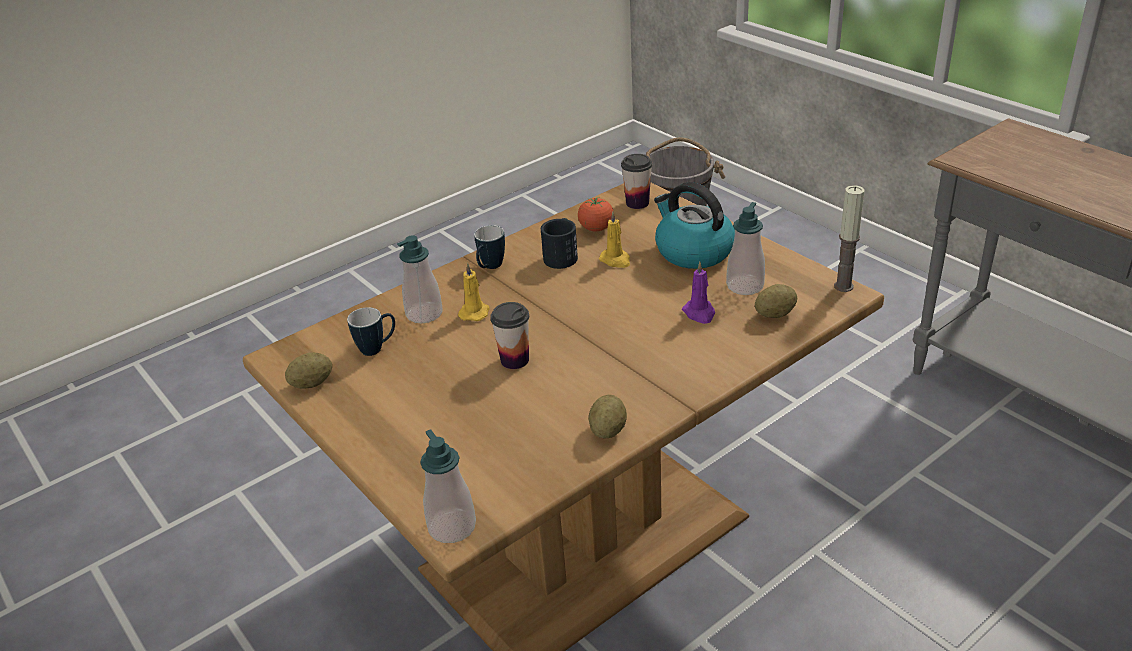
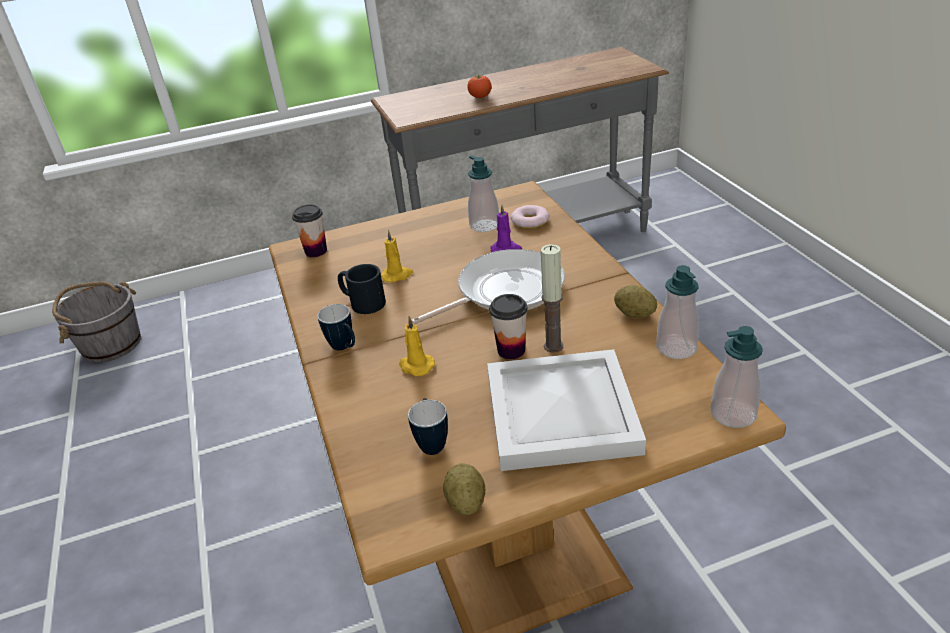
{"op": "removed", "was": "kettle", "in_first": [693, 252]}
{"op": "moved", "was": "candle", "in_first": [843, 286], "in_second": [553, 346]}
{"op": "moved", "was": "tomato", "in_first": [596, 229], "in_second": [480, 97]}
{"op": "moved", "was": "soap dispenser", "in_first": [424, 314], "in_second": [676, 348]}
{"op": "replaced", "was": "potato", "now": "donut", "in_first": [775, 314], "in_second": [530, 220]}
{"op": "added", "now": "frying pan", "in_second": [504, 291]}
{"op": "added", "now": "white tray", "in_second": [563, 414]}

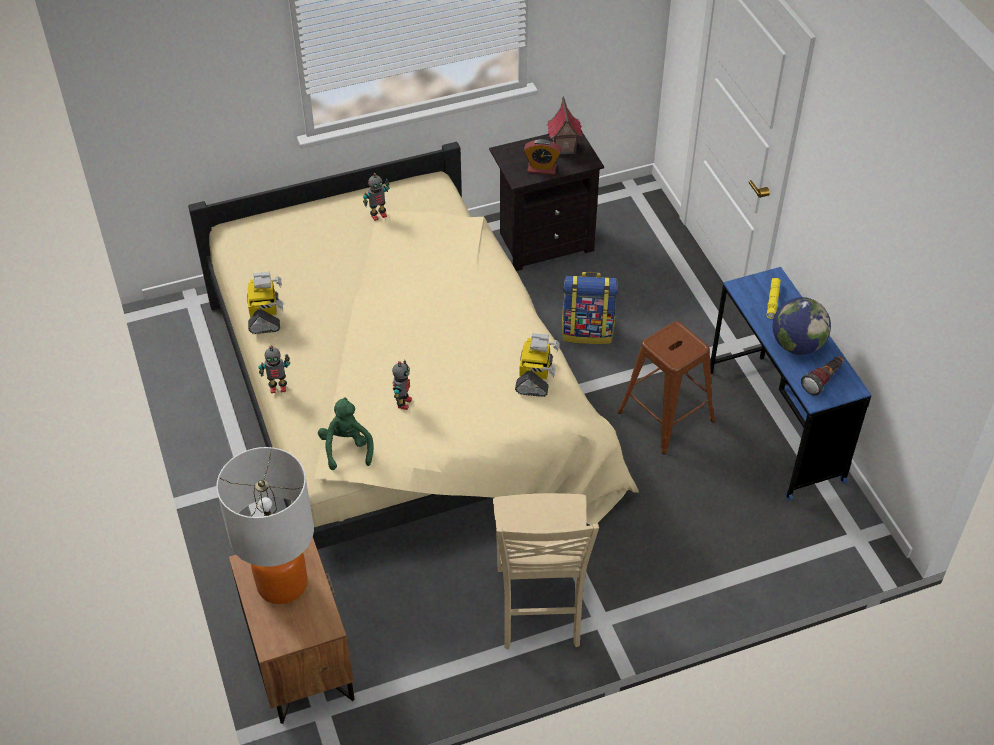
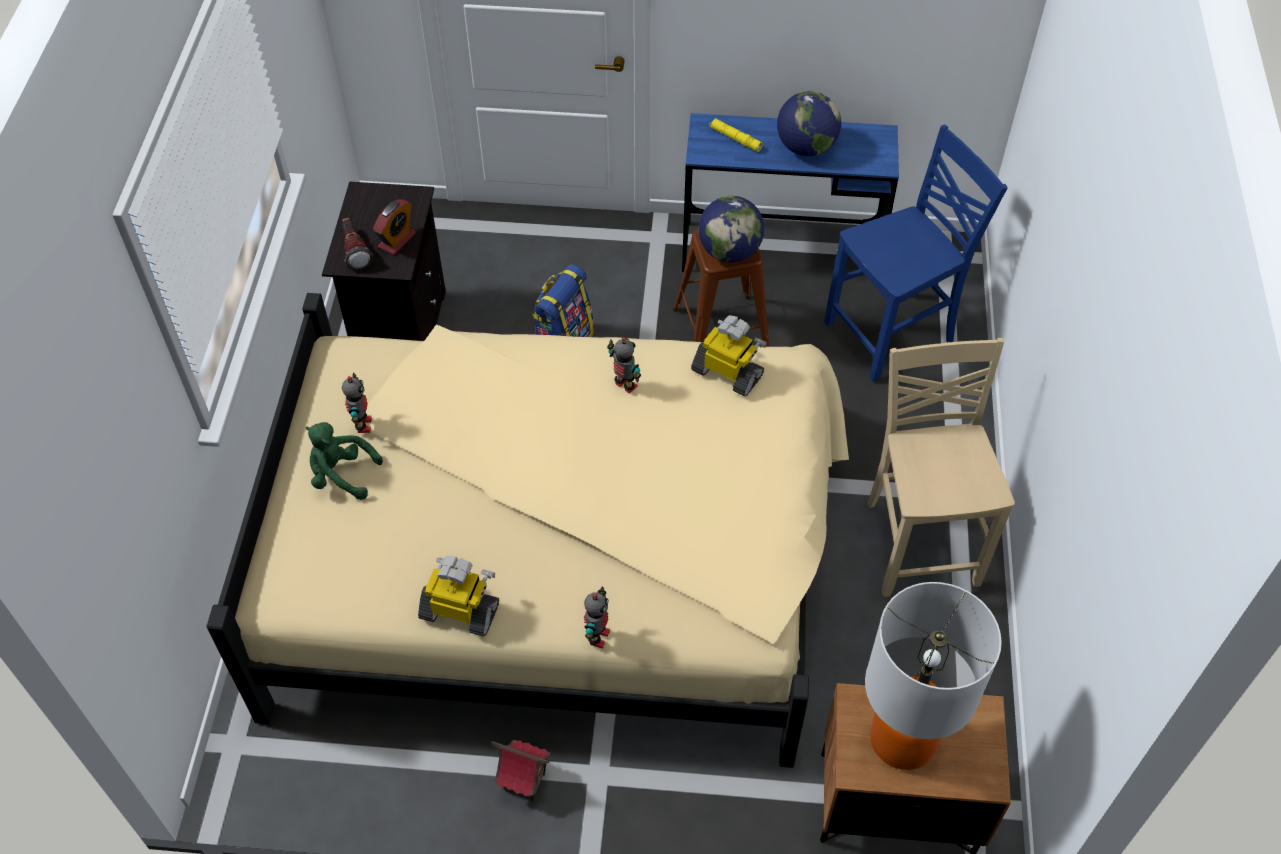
{"op": "moved", "was": "toy house", "in_first": [563, 148], "in_second": [524, 783]}
{"op": "moved", "was": "flashlight", "in_first": [823, 380], "in_second": [355, 250]}
{"op": "moved", "was": "toy robot", "in_first": [403, 403], "in_second": [625, 386]}
{"op": "moved", "was": "green plush toy", "in_first": [347, 448], "in_second": [341, 475]}
{"op": "turned", "was": "beige chair", "in_first": [539, 608], "in_second": [920, 541], "clockwise": -120}
{"op": "added", "now": "blue chair", "in_second": [892, 334]}
{"op": "added", "now": "globe", "in_second": [729, 251]}

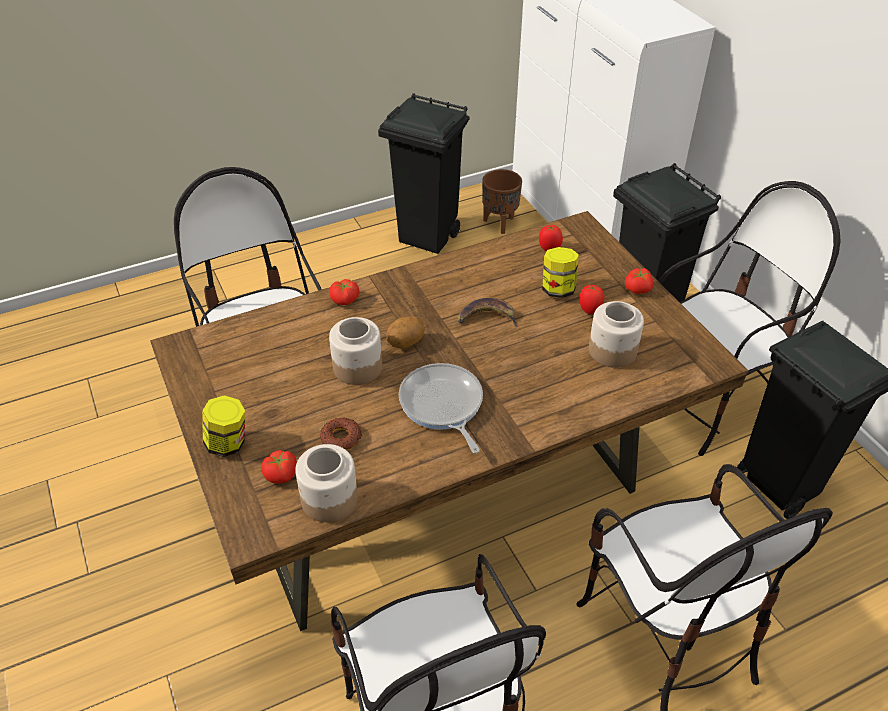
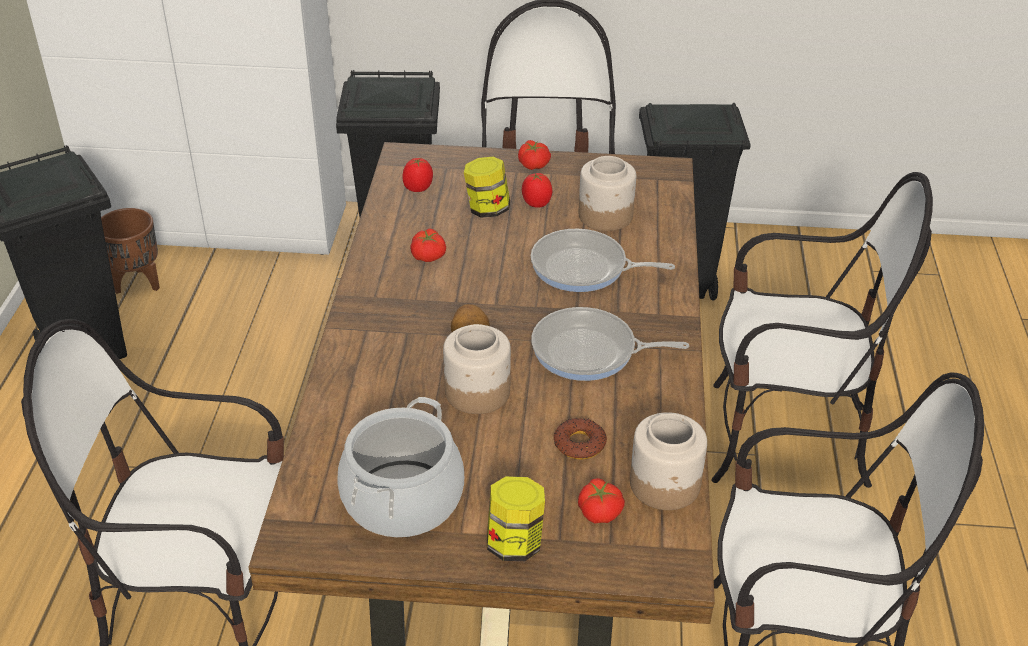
{"op": "moved", "was": "tomato", "in_first": [345, 300], "in_second": [429, 256]}
{"op": "removed", "was": "banana", "in_first": [487, 317]}
{"op": "added", "now": "frying pan", "in_second": [584, 268]}
{"op": "added", "now": "cooking pot", "in_second": [402, 499]}

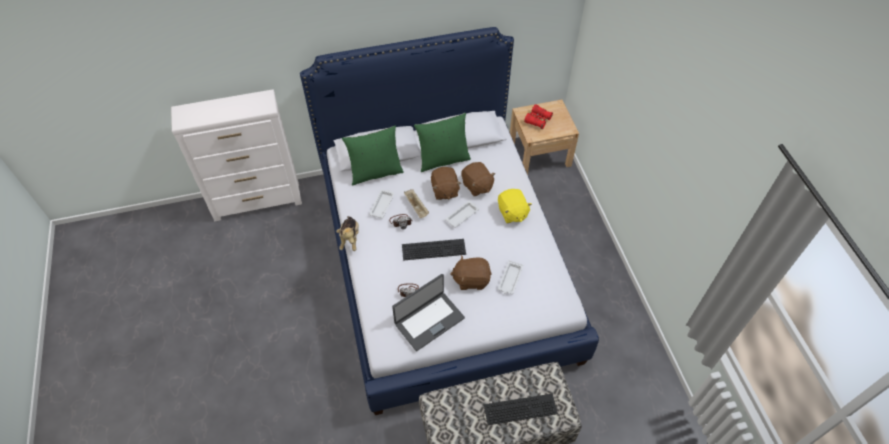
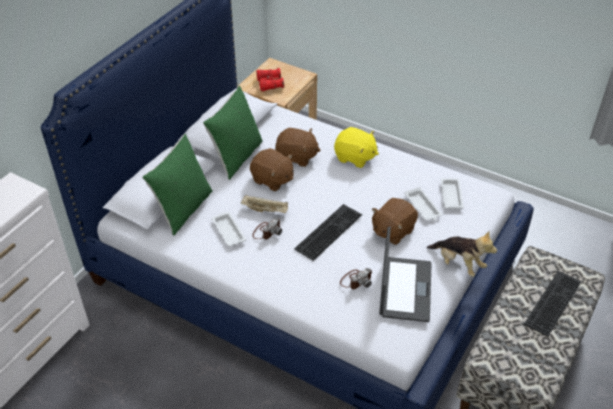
{"op": "moved", "was": "white tray", "in_first": [462, 215], "in_second": [451, 195]}
{"op": "moved", "was": "plush toy", "in_first": [350, 238], "in_second": [458, 264]}

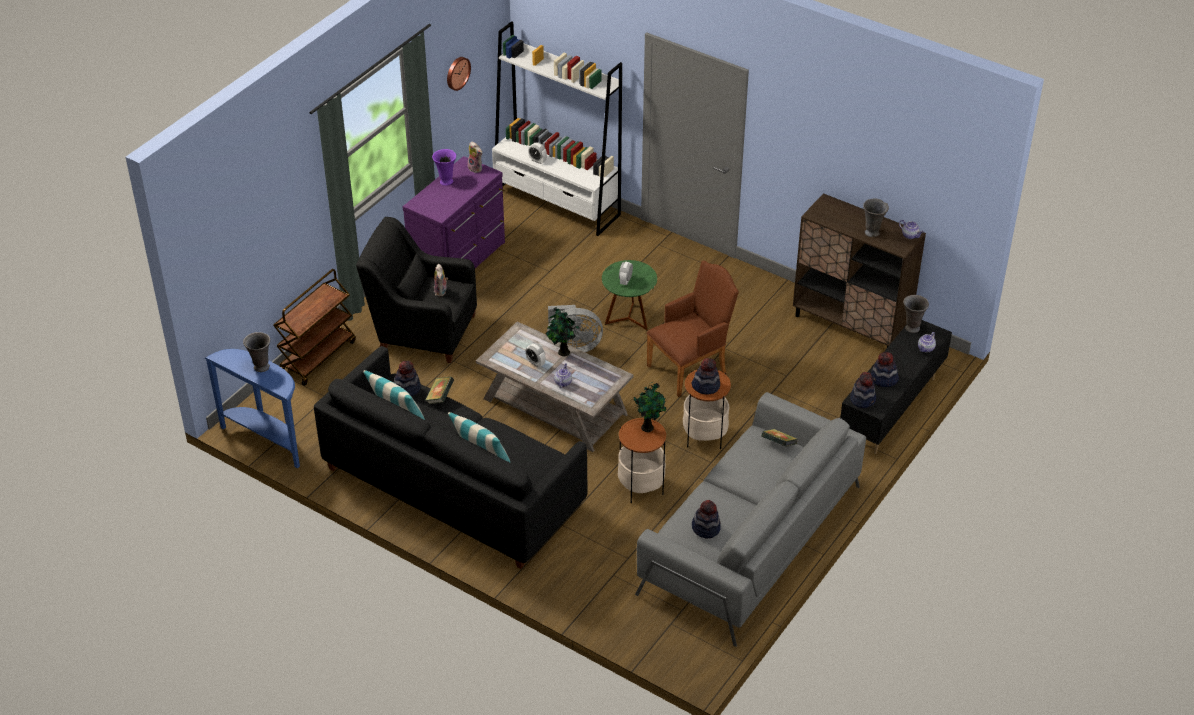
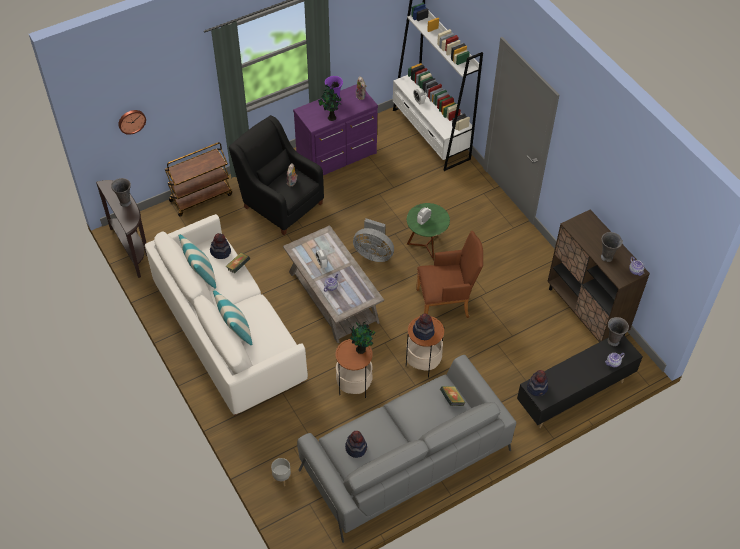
{"op": "moved", "was": "wall clock", "in_first": [457, 73], "in_second": [131, 121]}
{"op": "moved", "was": "potted plant", "in_first": [562, 352], "in_second": [331, 117]}
{"op": "recoloured", "was": "black sofa", "now": "white sofa", "in_first": [453, 487], "in_second": [228, 333]}
{"op": "recoloured", "was": "blue console table", "now": "brown console table", "in_first": [267, 440], "in_second": [133, 248]}
{"op": "removed", "was": "hat", "in_first": [883, 379]}
{"op": "added", "now": "grey planter", "in_second": [281, 478]}

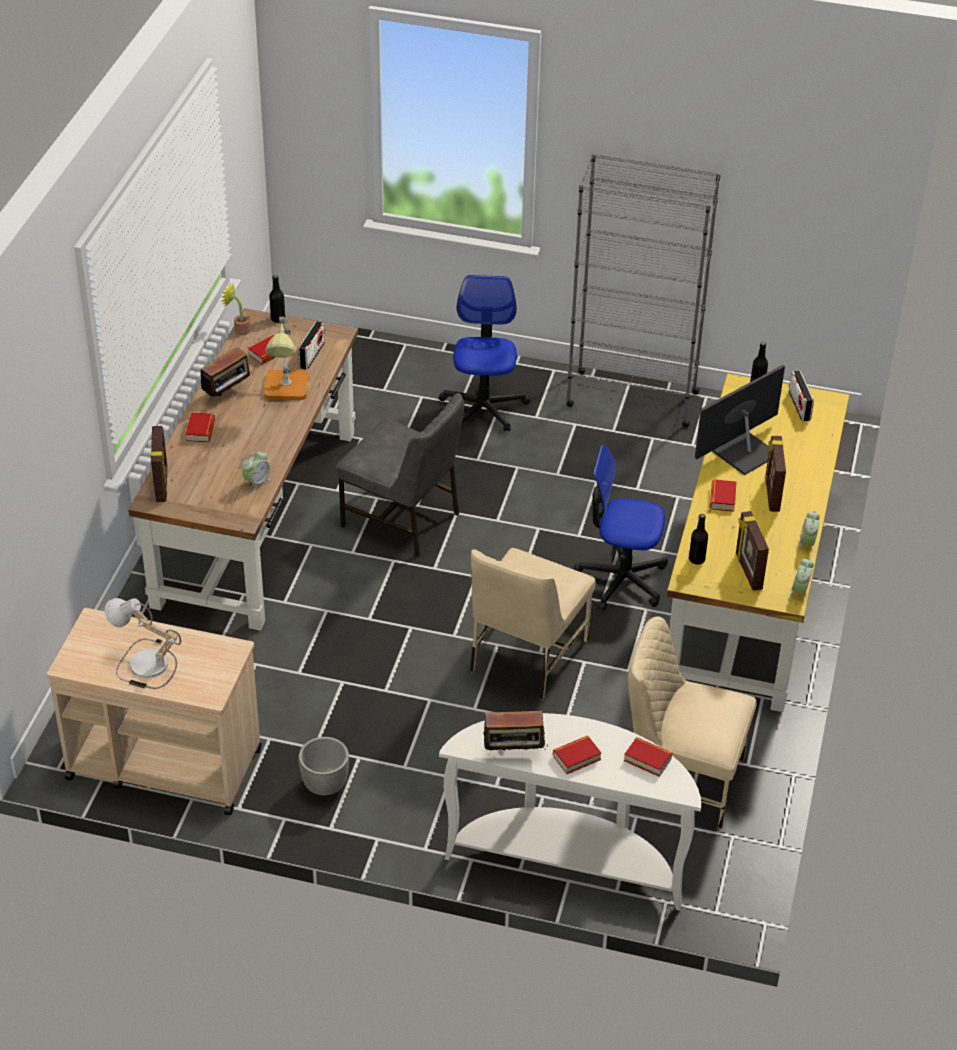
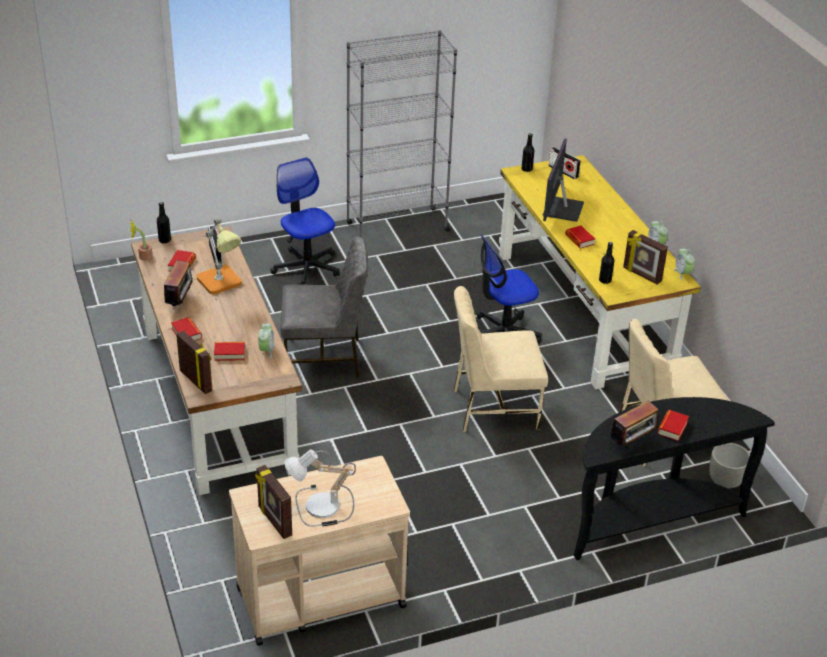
{"op": "moved", "was": "picture frame", "in_first": [771, 494], "in_second": [274, 521]}
{"op": "turned", "was": "beige chair", "in_first": [526, 656], "in_second": [493, 408], "clockwise": 90}
{"op": "recoloured", "was": "white console table", "now": "black console table", "in_first": [568, 859], "in_second": [650, 520]}
{"op": "moved", "was": "grey planter", "in_first": [325, 785], "in_second": [725, 481]}
{"op": "moved", "was": "book", "in_first": [647, 759], "in_second": [229, 353]}

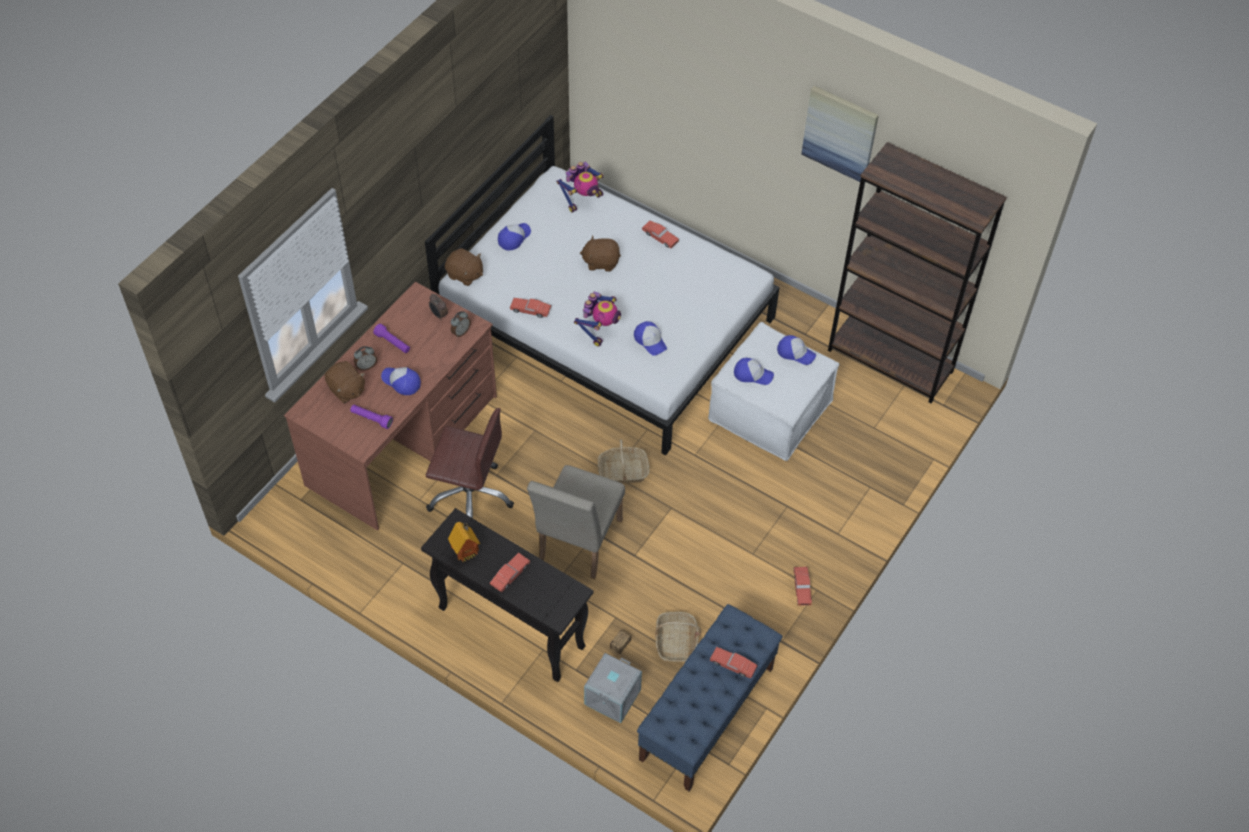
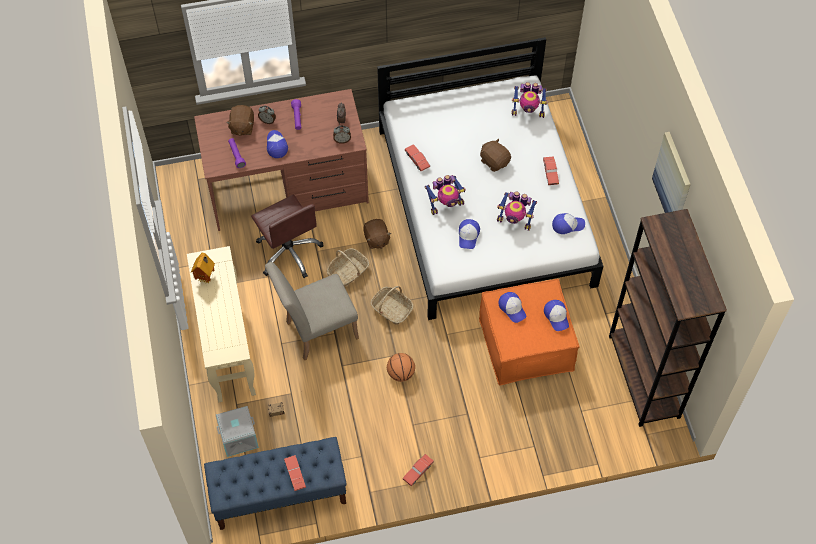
{"op": "moved", "was": "cap", "in_first": [514, 238], "in_second": [567, 225]}
{"op": "moved", "was": "brown plush toy", "in_first": [465, 275], "in_second": [376, 239]}
{"op": "recoloured", "was": "white ottoman", "now": "orange ottoman", "in_first": [770, 409], "in_second": [526, 344]}
{"op": "recoloured", "was": "black console table", "now": "beige console table", "in_first": [510, 627], "in_second": [228, 348]}
{"op": "removed", "was": "red toy car", "in_first": [510, 575]}
{"op": "moved", "was": "basket", "in_first": [676, 642], "in_second": [348, 271]}
{"op": "added", "now": "toy robot", "in_second": [515, 220]}
{"op": "added", "now": "basketball", "in_second": [401, 373]}

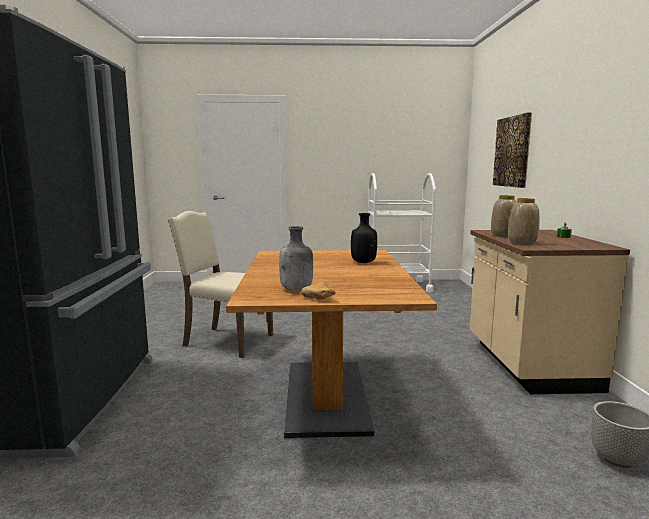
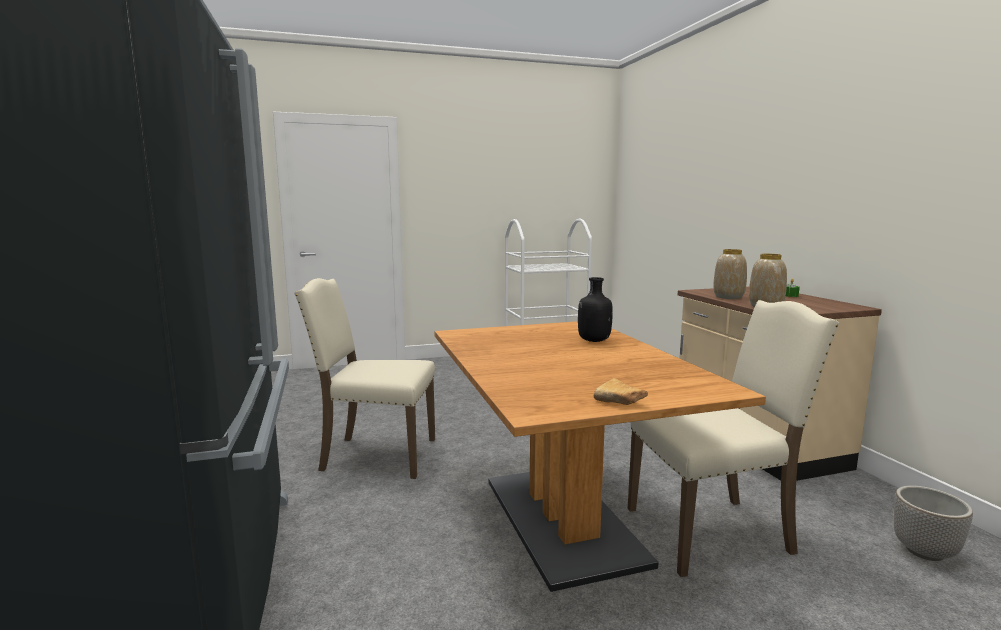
{"op": "removed", "was": "picture", "in_first": [512, 151]}
{"op": "removed", "was": "grey bottle", "in_first": [297, 289]}
{"op": "added", "now": "beige chair", "in_second": [712, 531]}

